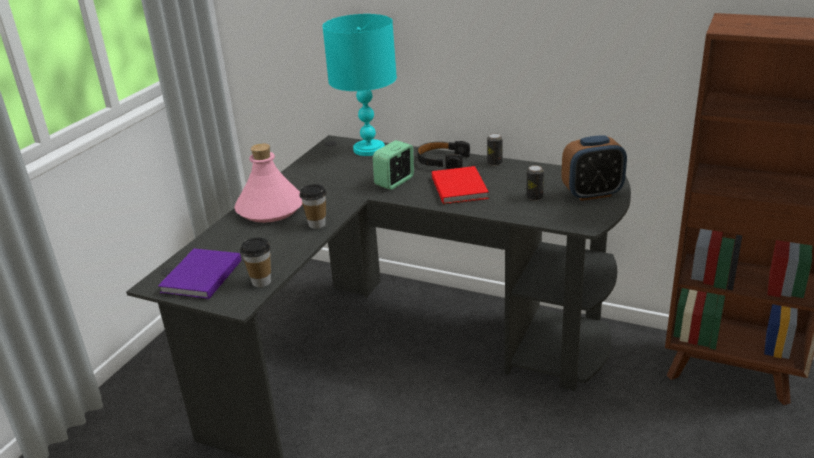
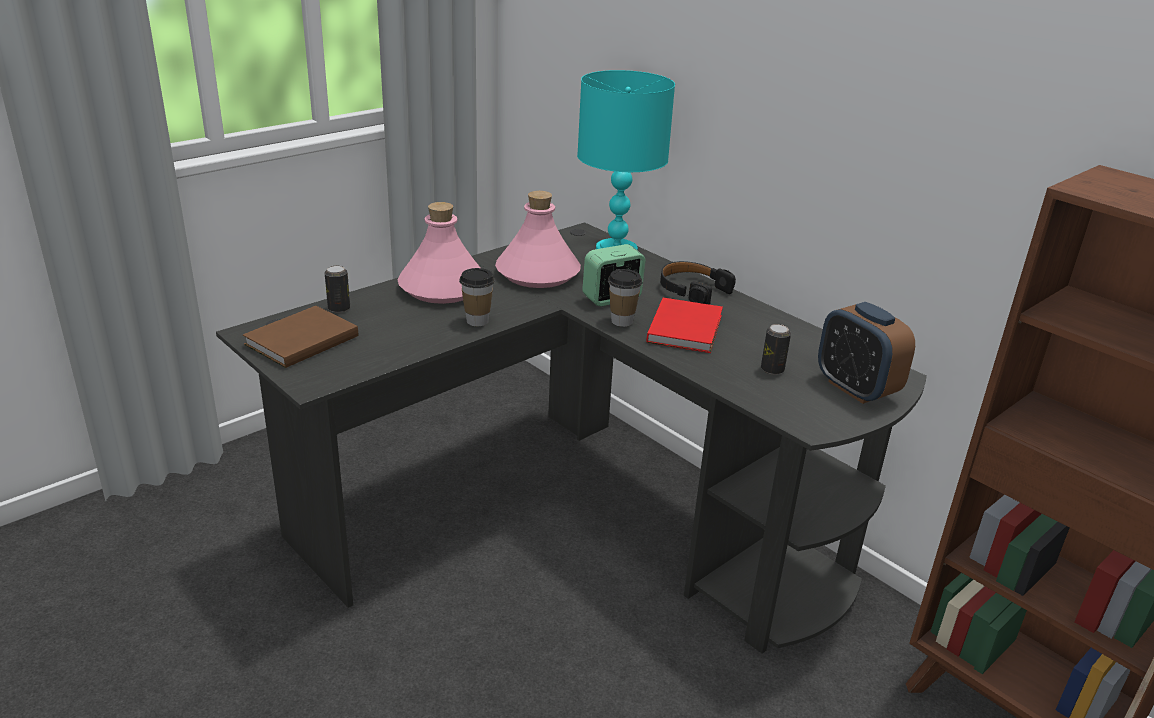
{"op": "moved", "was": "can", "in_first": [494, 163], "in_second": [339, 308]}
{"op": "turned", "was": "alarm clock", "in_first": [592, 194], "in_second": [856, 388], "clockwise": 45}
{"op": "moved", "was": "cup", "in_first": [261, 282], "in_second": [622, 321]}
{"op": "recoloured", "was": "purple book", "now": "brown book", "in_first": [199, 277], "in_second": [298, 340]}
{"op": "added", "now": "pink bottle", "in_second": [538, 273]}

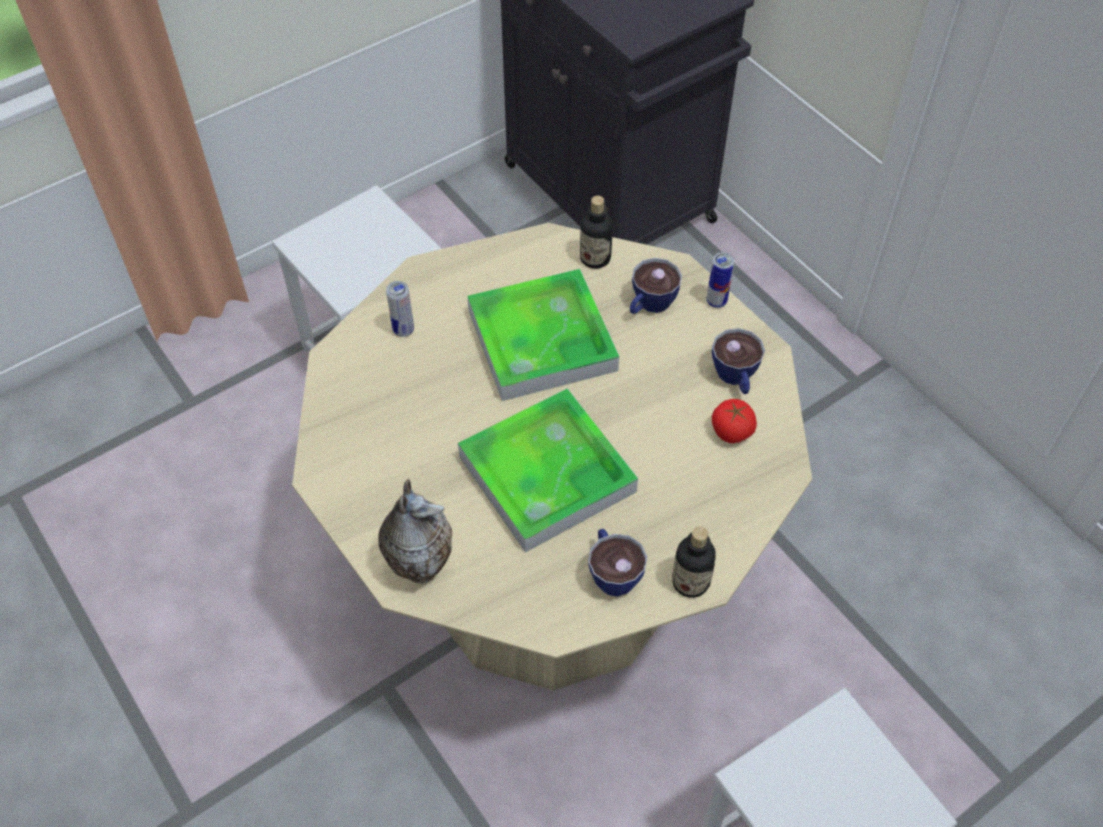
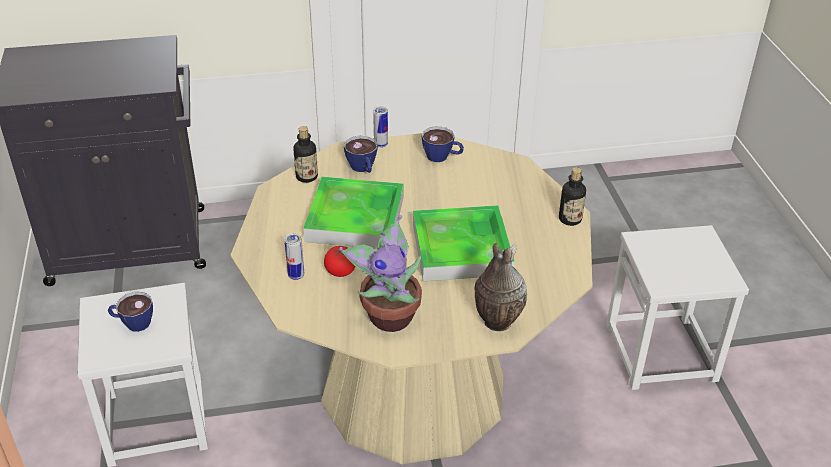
{"op": "moved", "was": "tomato", "in_first": [731, 431], "in_second": [340, 271]}
{"op": "moved", "was": "cup", "in_first": [612, 572], "in_second": [133, 323]}
{"op": "added", "now": "potted plant", "in_second": [389, 315]}

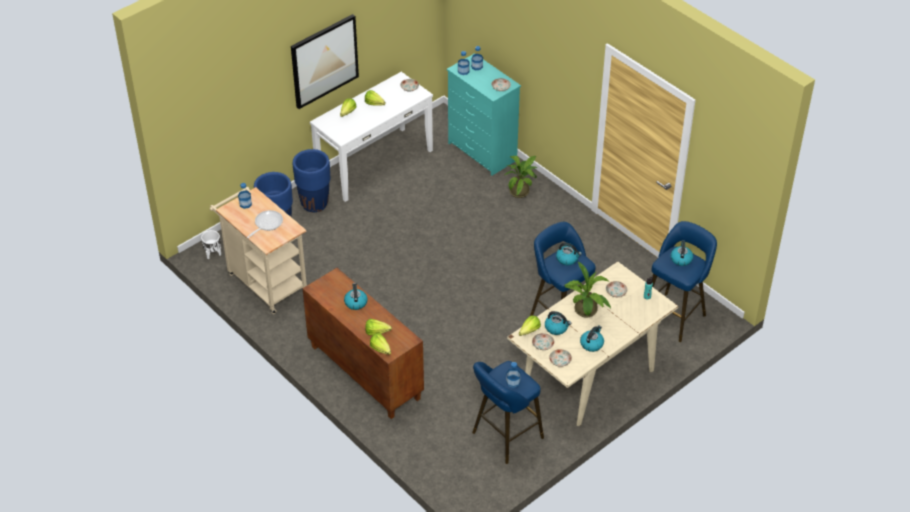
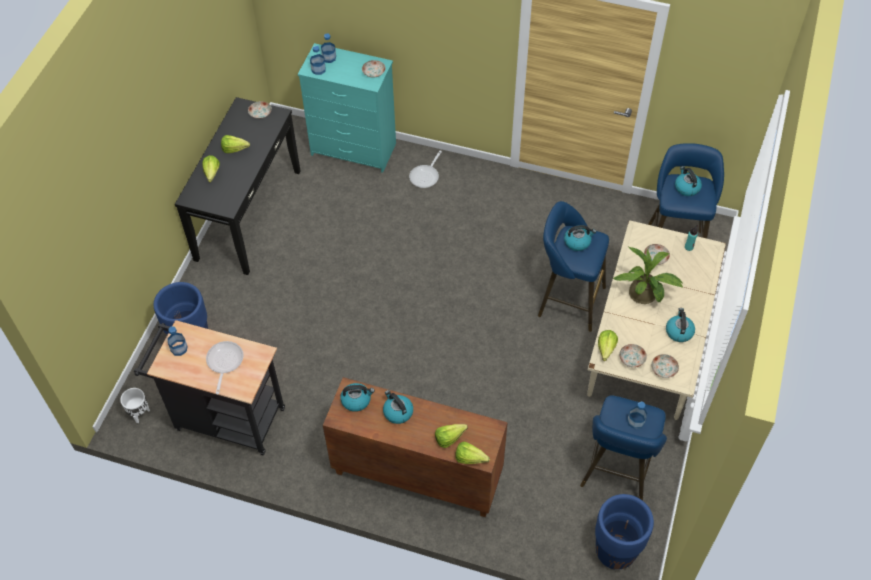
{"op": "removed", "was": "picture", "in_first": [324, 61]}
{"op": "recoloured", "was": "white console table", "now": "black console table", "in_first": [374, 163], "in_second": [248, 214]}
{"op": "moved", "was": "blue planter", "in_first": [314, 204], "in_second": [615, 552]}
{"op": "replaced", "was": "potted plant", "now": "frying pan", "in_first": [521, 191], "in_second": [426, 176]}
{"op": "recoloured", "was": "beige cart", "now": "black cart", "in_first": [264, 281], "in_second": [224, 418]}
{"op": "moved", "was": "kettle", "in_first": [556, 328], "in_second": [356, 400]}

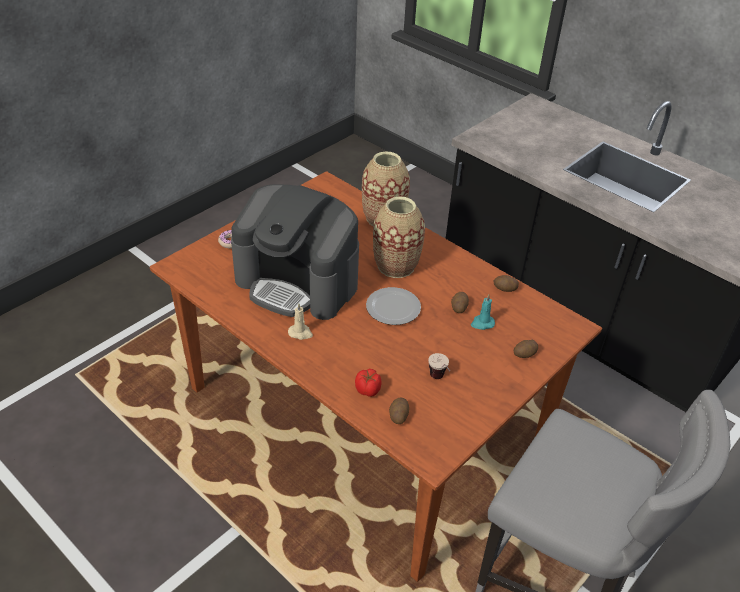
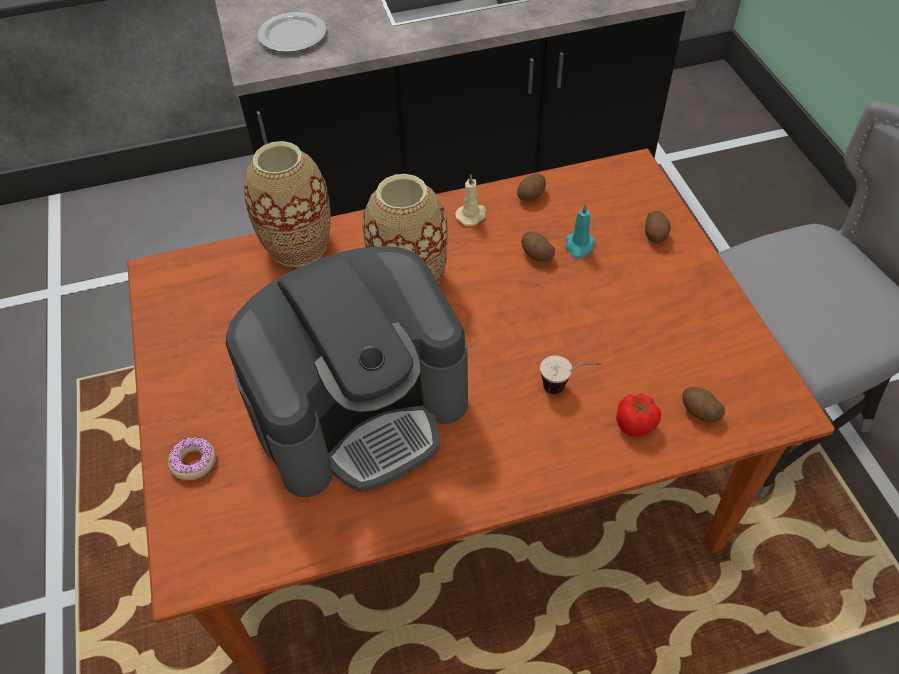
{"op": "moved", "was": "plate", "in_first": [393, 308], "in_second": [294, 35]}
{"op": "moved", "was": "beige candle", "in_first": [300, 333], "in_second": [472, 215]}
{"op": "moved", "was": "cup", "in_first": [439, 380], "in_second": [566, 388]}

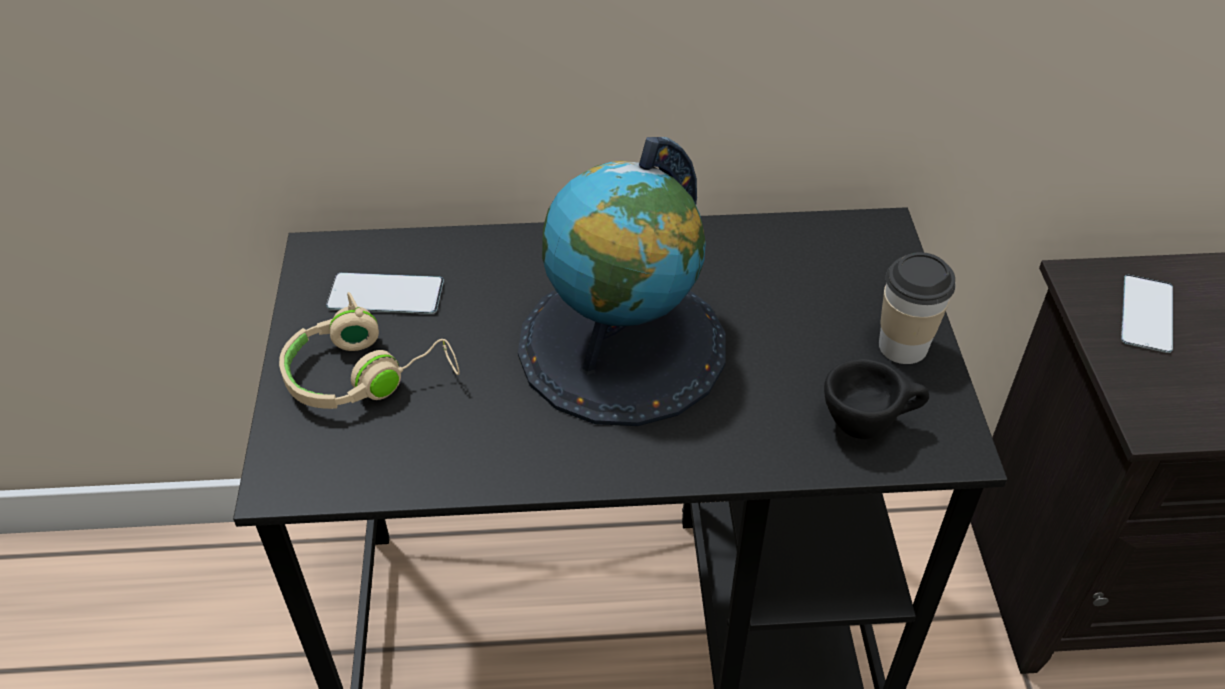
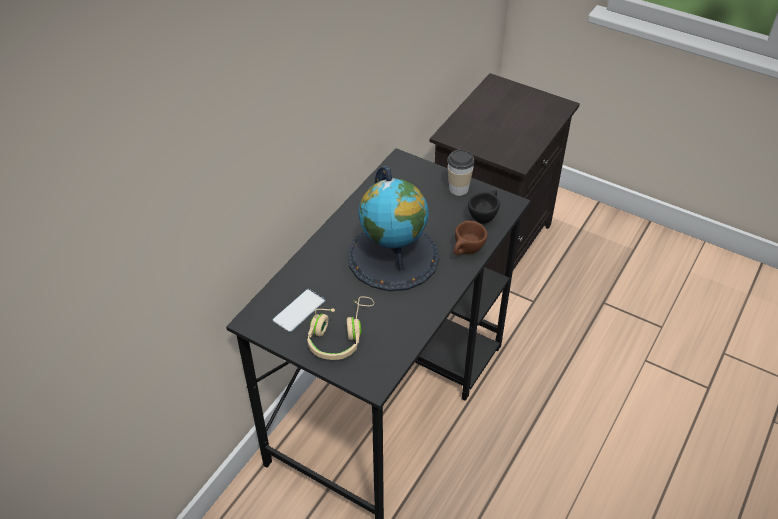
{"op": "removed", "was": "phone", "in_first": [1146, 314]}
{"op": "added", "now": "brown cup", "in_second": [466, 252]}

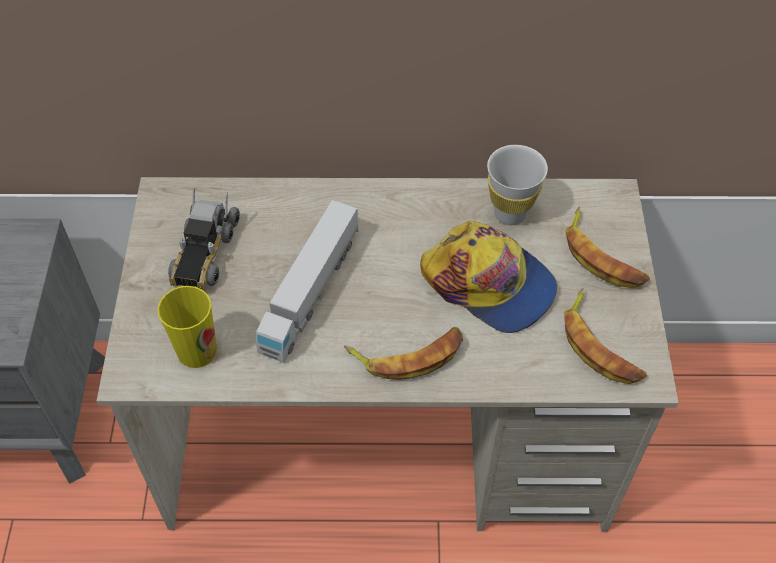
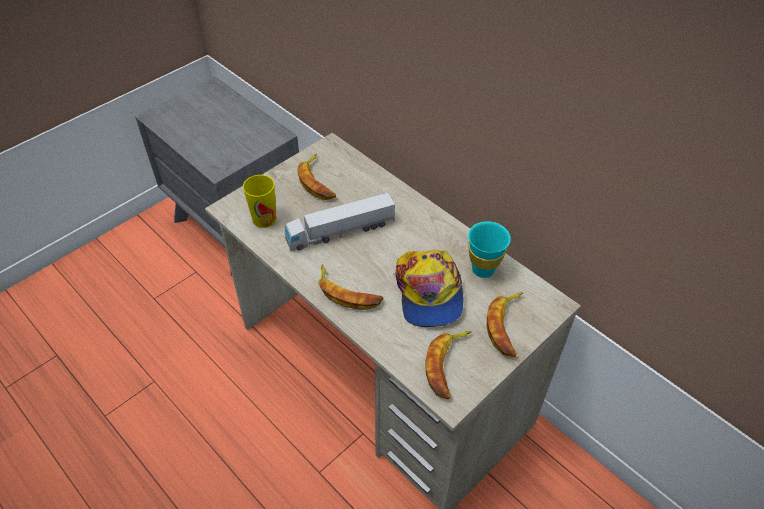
{"op": "recoloured", "was": "white cup", "now": "turquoise cup", "in_first": [510, 214], "in_second": [483, 269]}
{"op": "replaced", "was": "toy truck", "now": "banana", "in_first": [204, 253], "in_second": [317, 182]}

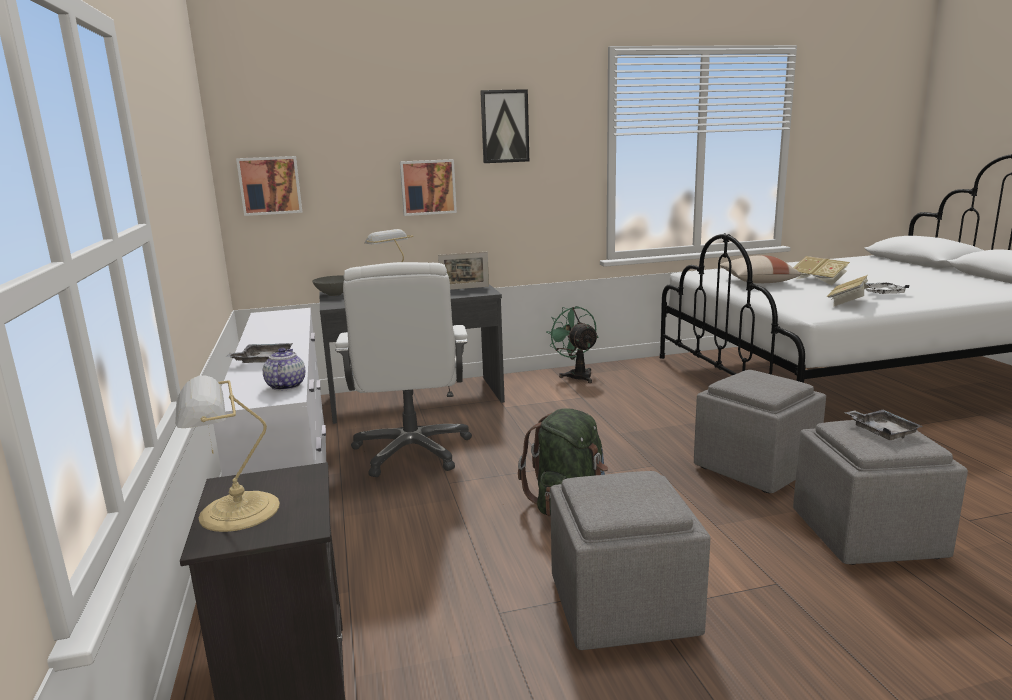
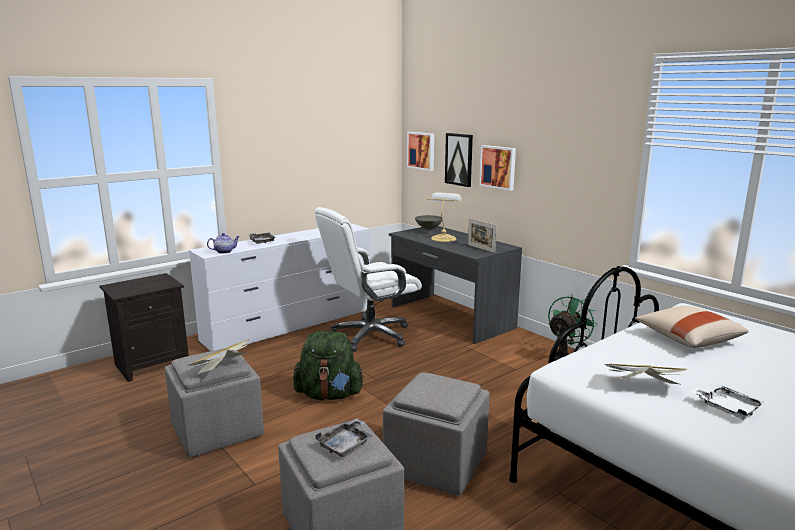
{"op": "moved", "was": "picture", "in_first": [504, 126], "in_second": [459, 159]}
{"op": "moved", "was": "book", "in_first": [818, 281], "in_second": [221, 368]}
{"op": "removed", "was": "table lamp", "in_first": [234, 512]}

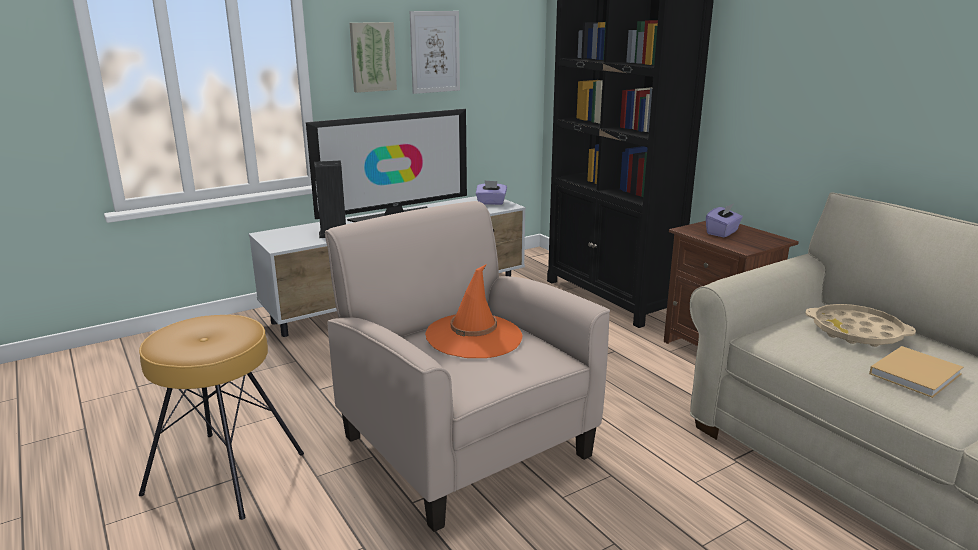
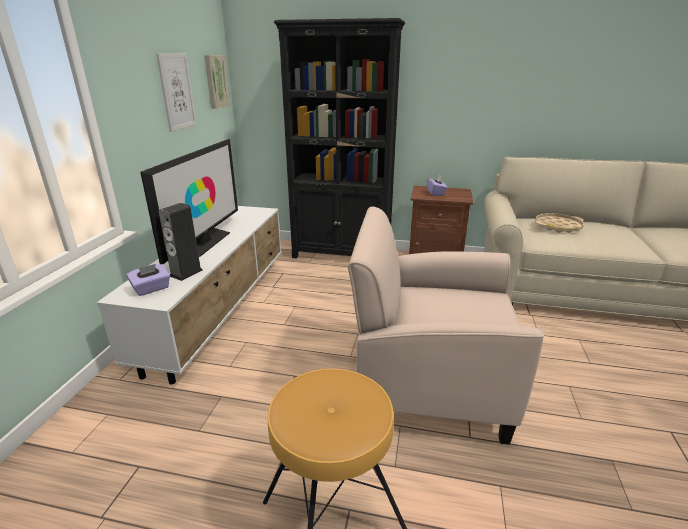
{"op": "moved", "was": "picture", "in_first": [372, 57], "in_second": [215, 81]}
{"op": "moved", "was": "purple tissue box", "in_first": [491, 203], "in_second": [151, 289]}
{"op": "removed", "was": "orange hat", "in_first": [474, 336]}
{"op": "removed", "was": "beige book", "in_first": [916, 373]}

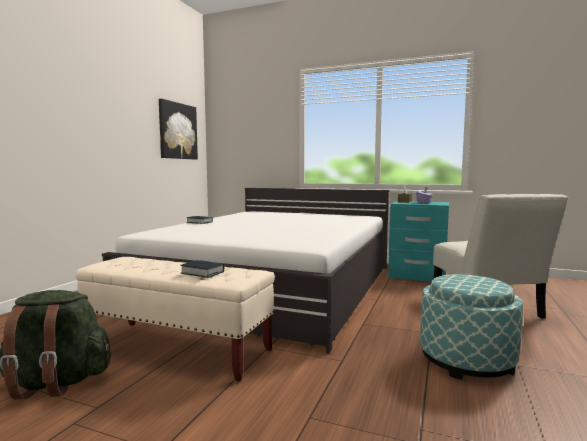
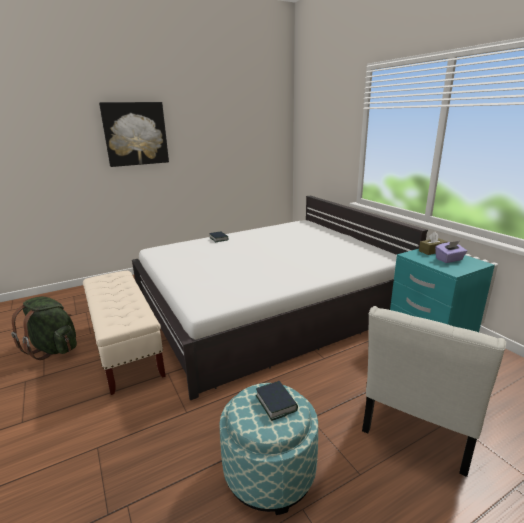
{"op": "moved", "was": "picture", "in_first": [177, 131], "in_second": [135, 134]}
{"op": "moved", "was": "book", "in_first": [202, 273], "in_second": [276, 403]}

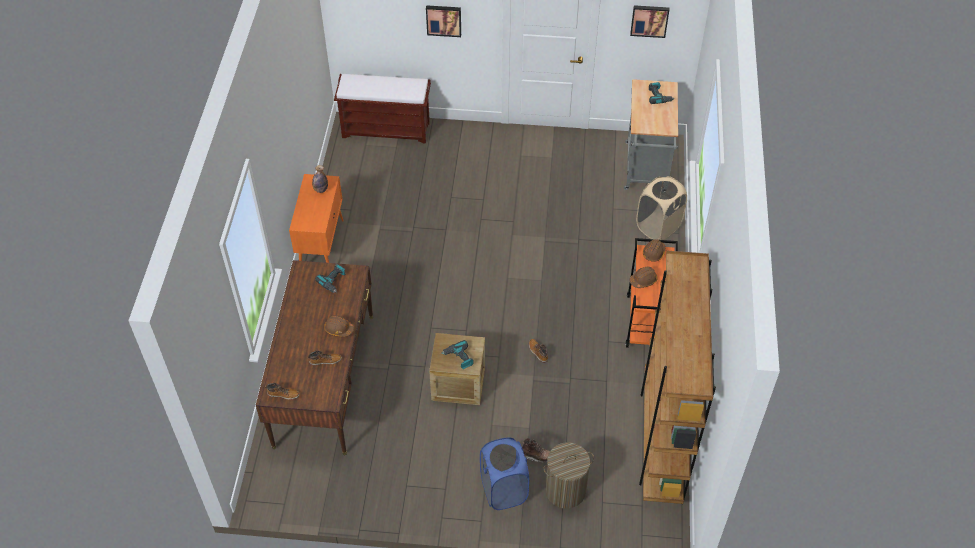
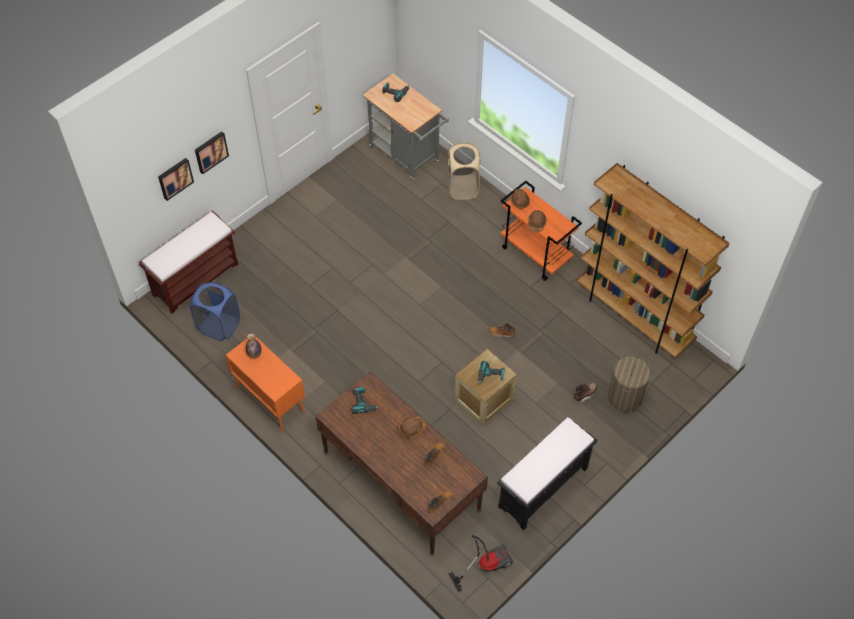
{"op": "moved", "was": "picture", "in_first": [649, 20], "in_second": [175, 178]}
{"op": "moved", "was": "blue laundry basket", "in_first": [503, 490], "in_second": [219, 326]}
{"op": "added", "now": "black bench", "in_second": [542, 488]}
{"op": "added", "now": "vacuum cleaner", "in_second": [485, 564]}

